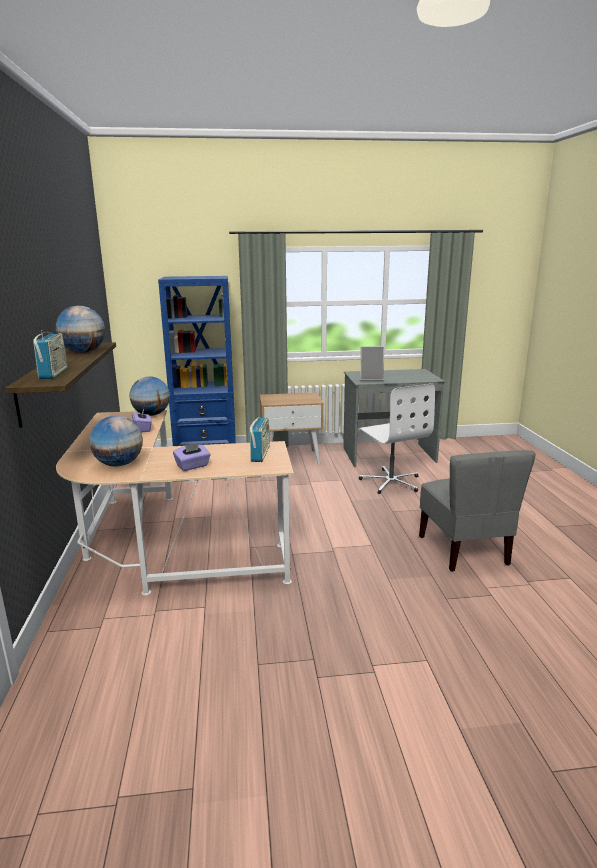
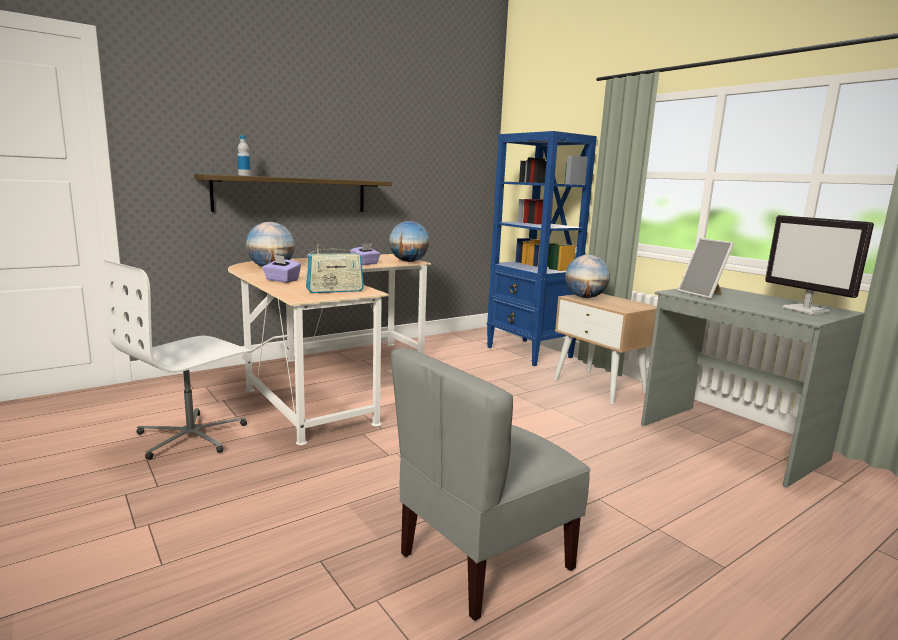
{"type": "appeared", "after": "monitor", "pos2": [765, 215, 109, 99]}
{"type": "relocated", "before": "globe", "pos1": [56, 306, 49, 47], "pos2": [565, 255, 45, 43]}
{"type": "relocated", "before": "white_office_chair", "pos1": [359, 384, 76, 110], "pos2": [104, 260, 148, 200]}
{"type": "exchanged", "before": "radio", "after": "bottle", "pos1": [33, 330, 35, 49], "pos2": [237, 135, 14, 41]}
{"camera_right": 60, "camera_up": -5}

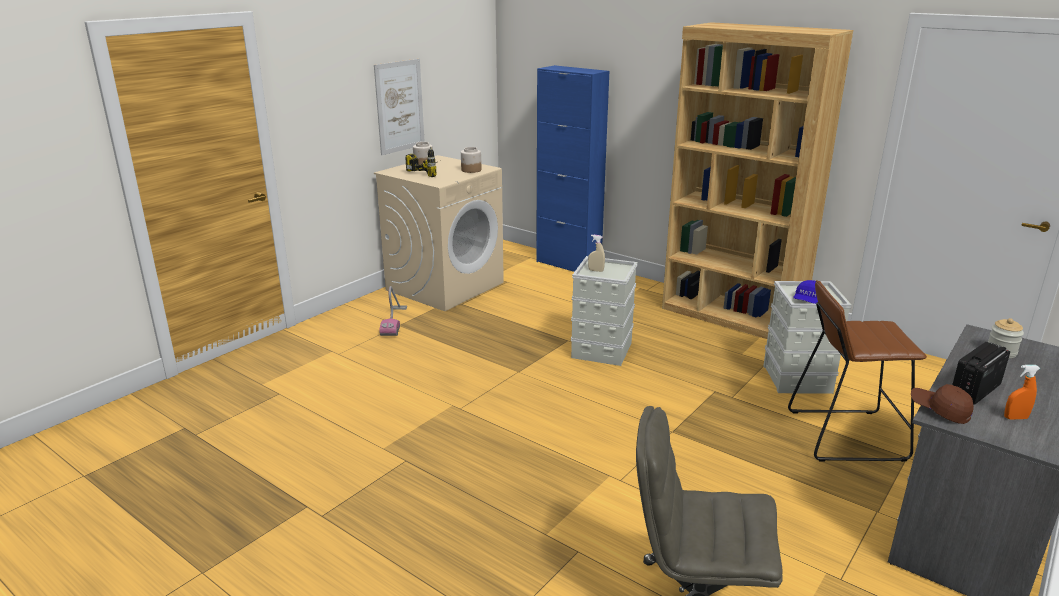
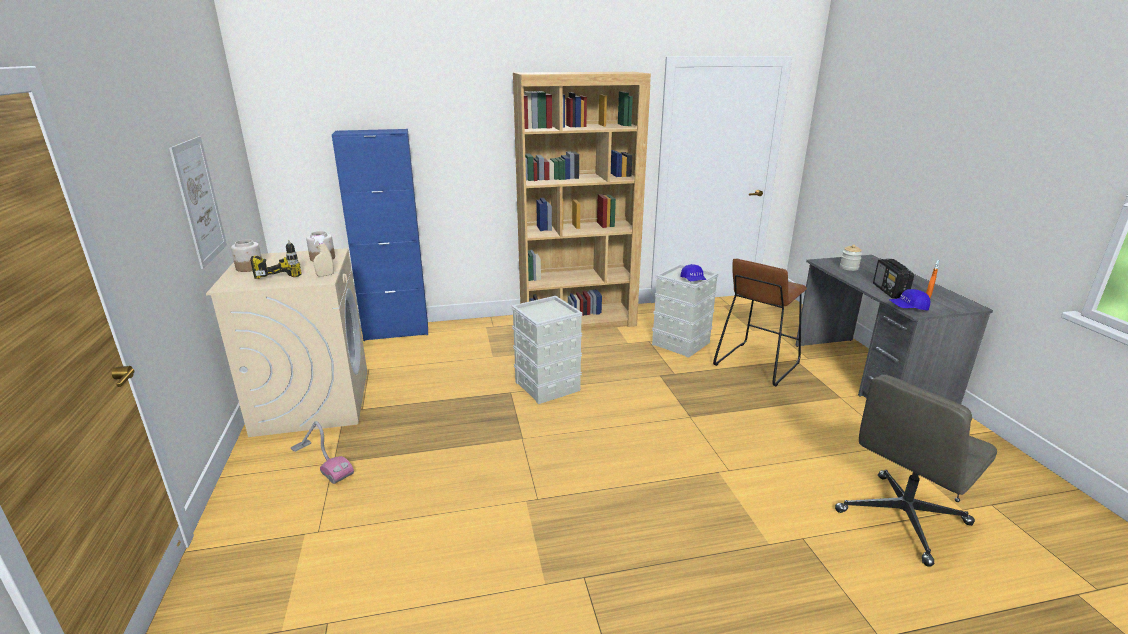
{"type": "relocated", "before": "beige_spray_bottle", "pos1": [588, 234, 17, 38], "pos2": [311, 235, 23, 42]}
{"type": "colour", "before": "brown_cap", "after": "blue_cap", "pos1": [911, 384, 63, 40], "pos2": [889, 289, 41, 22]}
{"camera_right": -50, "camera_up": 0}

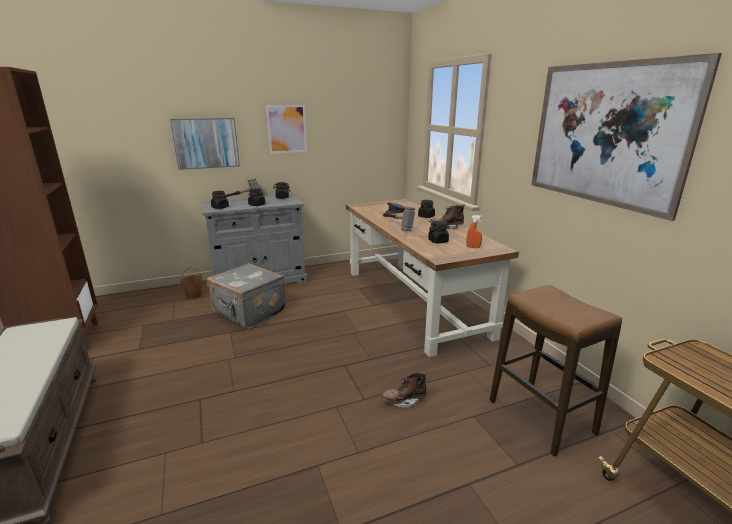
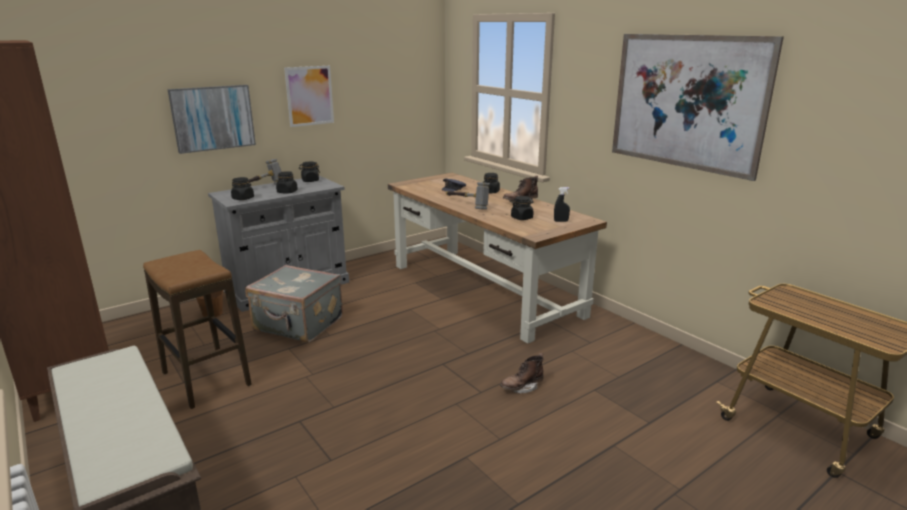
{"type": "relocated", "before": "stool", "pos1": [490, 285, 132, 172], "pos2": [143, 250, 109, 159]}
{"type": "colour", "before": "orange_spray_bottle", "after": "black_spray_bottle", "pos1": [466, 215, 16, 33], "pos2": [554, 187, 16, 35]}
{"camera_right": -15, "camera_up": 0}

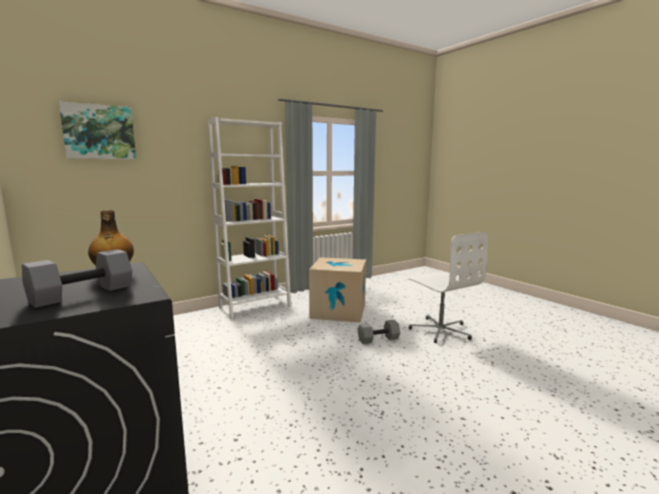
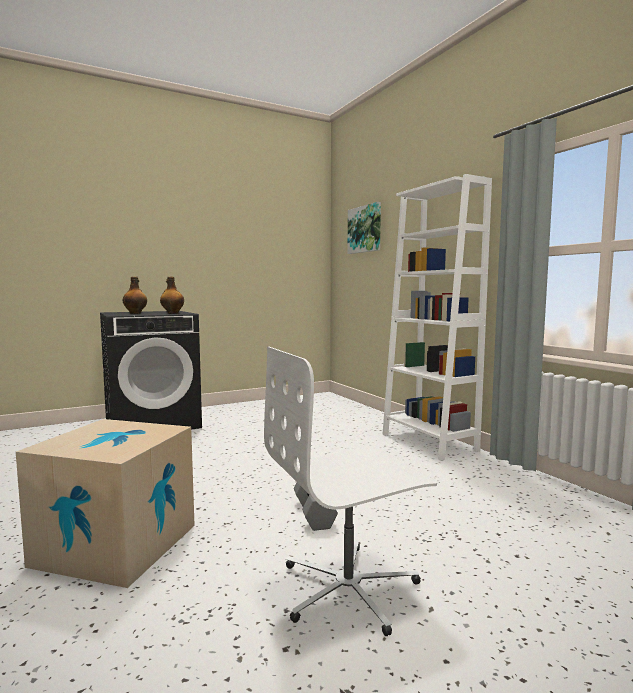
{"type": "relocated", "before": "cardboard_box", "pos1": [309, 257, 57, 66], "pos2": [16, 419, 179, 169]}
{"type": "exchanged", "before": "grey_dumbbell", "after": "bottle", "pos1": [22, 249, 110, 59], "pos2": [123, 277, 24, 37]}
{"camera_right": 95, "camera_up": -5}

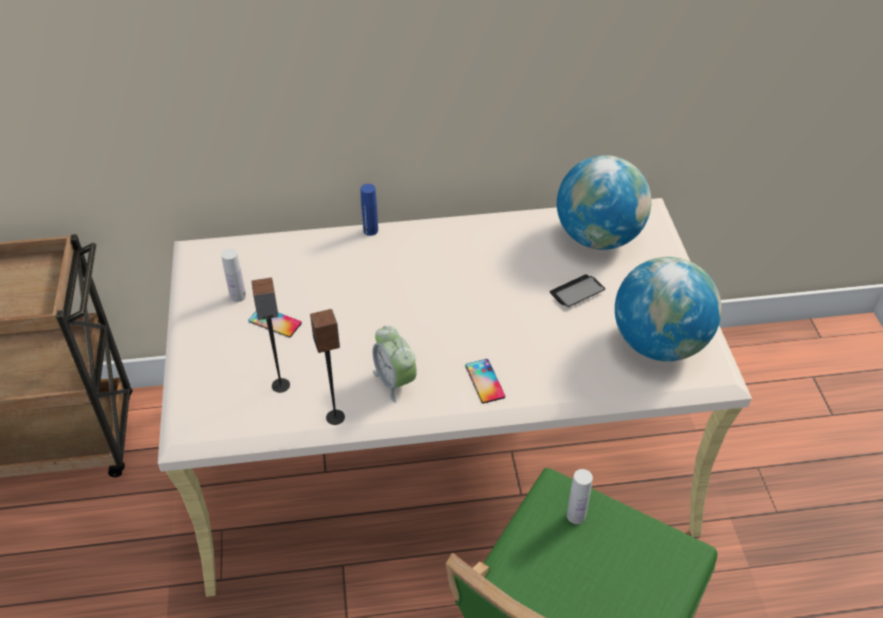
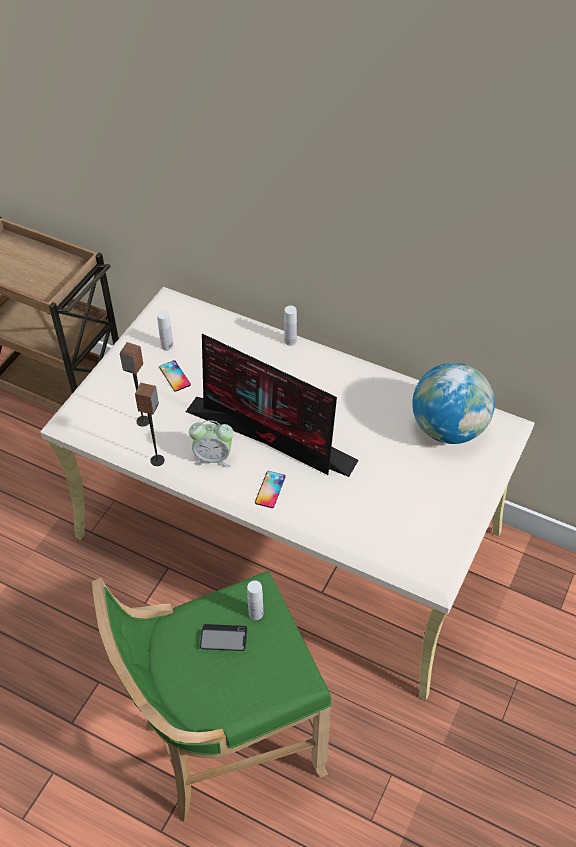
{"type": "missing", "before": "globe", "pos1": [615, 257, 107, 104]}
{"type": "appeared", "after": "monitor", "pos2": [186, 333, 173, 144]}
{"type": "relocated", "before": "phone", "pos1": [550, 275, 55, 32], "pos2": [200, 624, 47, 27]}
{"type": "colour", "before": "blue_bottle", "after": "white_bottle", "pos1": [361, 184, 17, 52], "pos2": [284, 306, 13, 40]}
{"type": "spun", "before": "alarm_clock", "pos1": [373, 325, 44, 78], "pos2": [189, 420, 45, 47], "turn": -90}
{"camera_right": 35, "camera_up": 5}

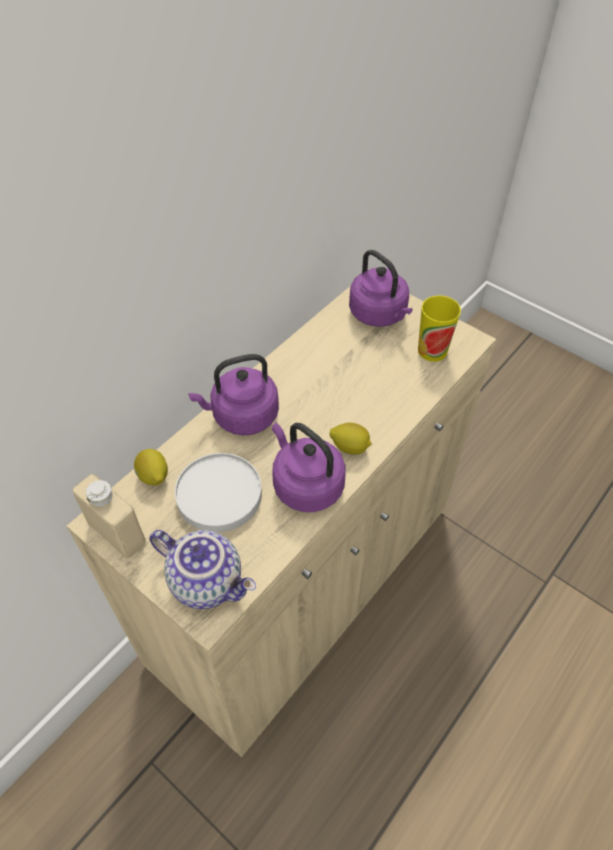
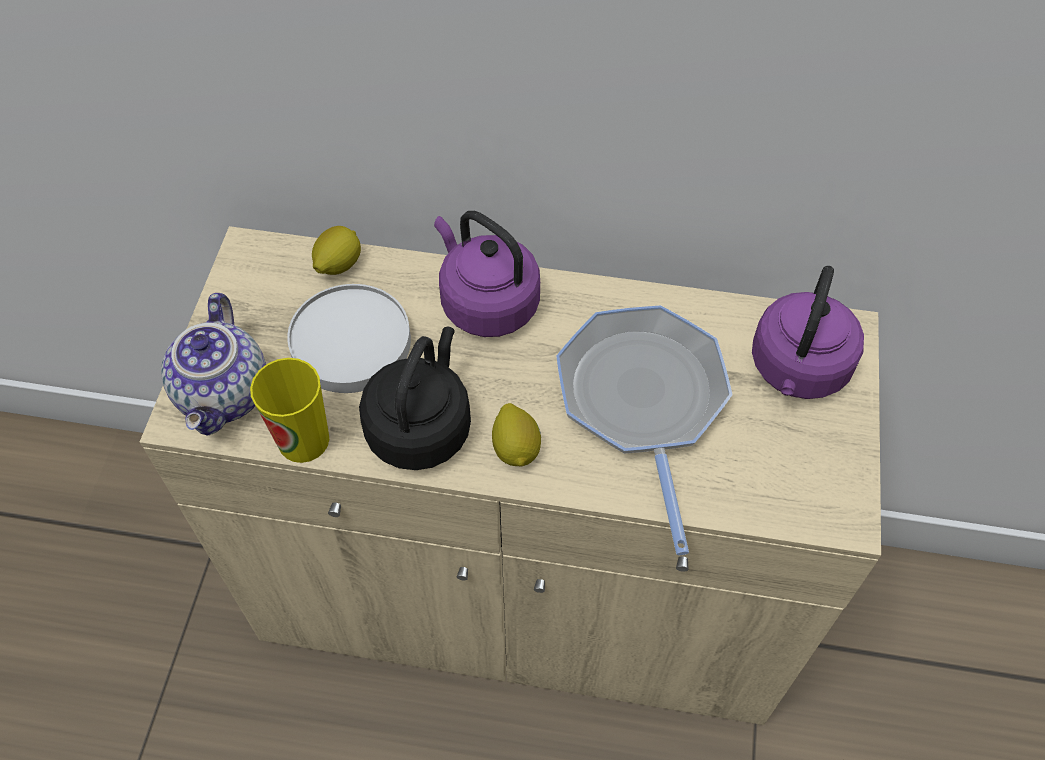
{"type": "missing", "before": "beige_bottle", "pos1": [72, 474, 74, 84]}
{"type": "appeared", "after": "frying_pan", "pos2": [556, 305, 177, 250]}
{"type": "relocated", "before": "cup", "pos1": [418, 296, 43, 66], "pos2": [250, 358, 79, 105]}
{"type": "colour", "before": "purple_kettle", "after": "black_kettle", "pos1": [272, 422, 74, 90], "pos2": [359, 327, 112, 143]}
{"camera_right": 60, "camera_up": 5}

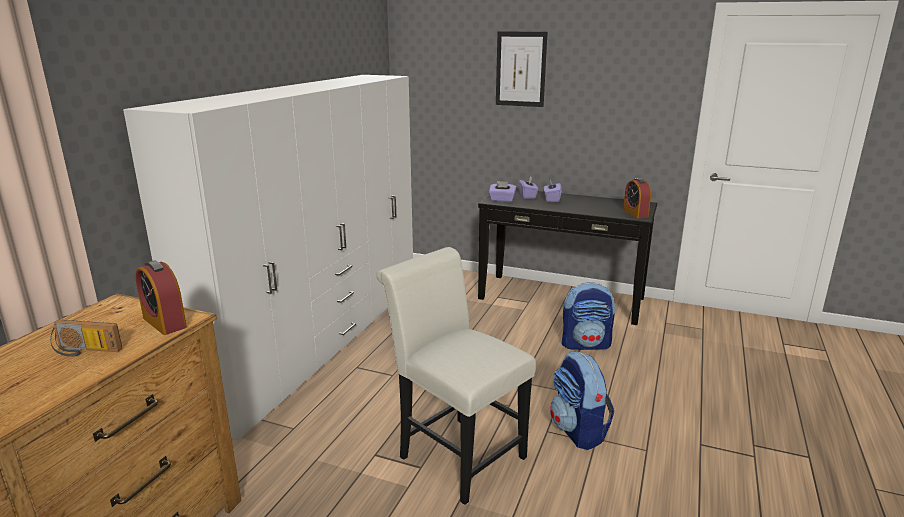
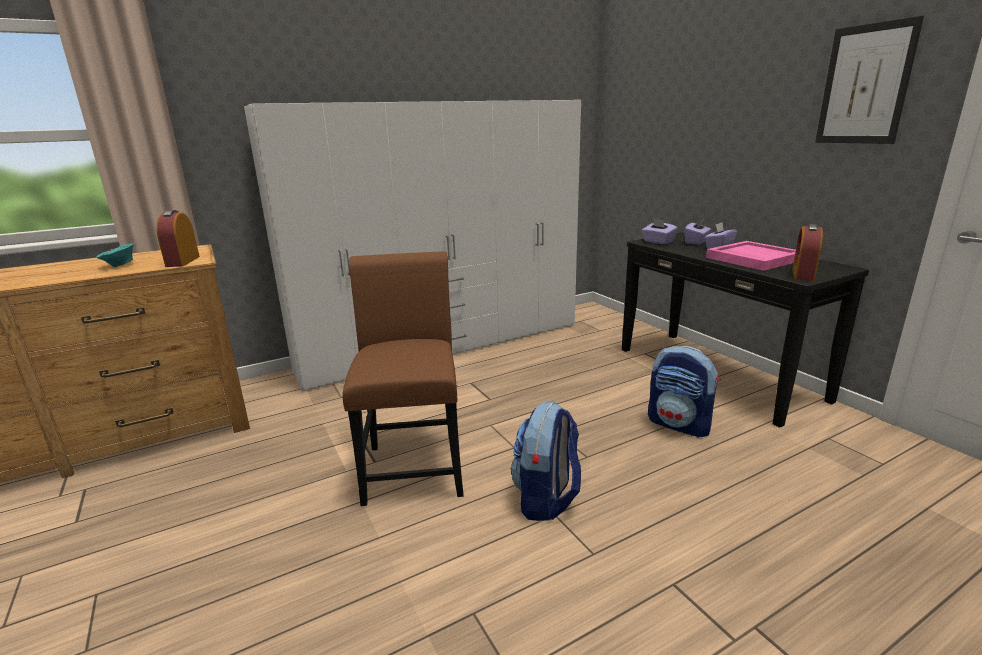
{"type": "appeared", "after": "pink_tray", "pos2": [706, 241, 90, 30]}
{"type": "relocated", "before": "picture", "pos1": [496, 32, 52, 75], "pos2": [815, 16, 109, 128]}
{"type": "exchanged", "before": "radio", "after": "turquoise_bowl", "pos1": [51, 320, 71, 37], "pos2": [96, 243, 38, 24]}
{"type": "colour", "before": "white_chair", "after": "brown_chair", "pos1": [376, 247, 160, 258], "pos2": [342, 251, 122, 255]}
{"camera_right": 40, "camera_up": 0}

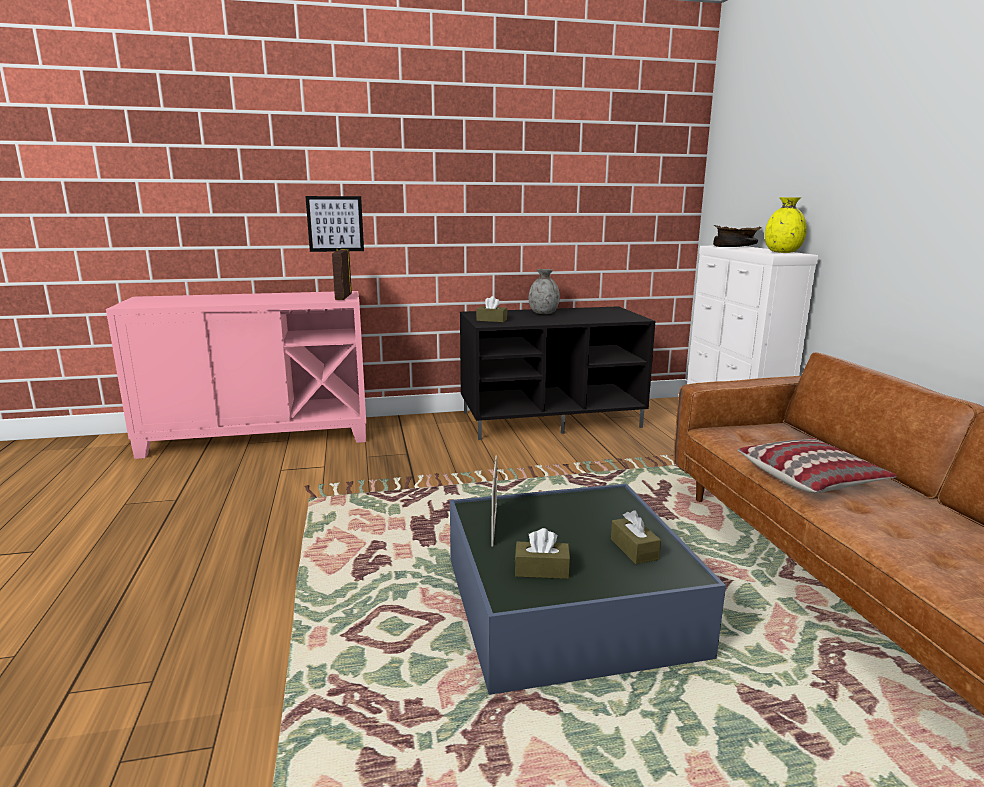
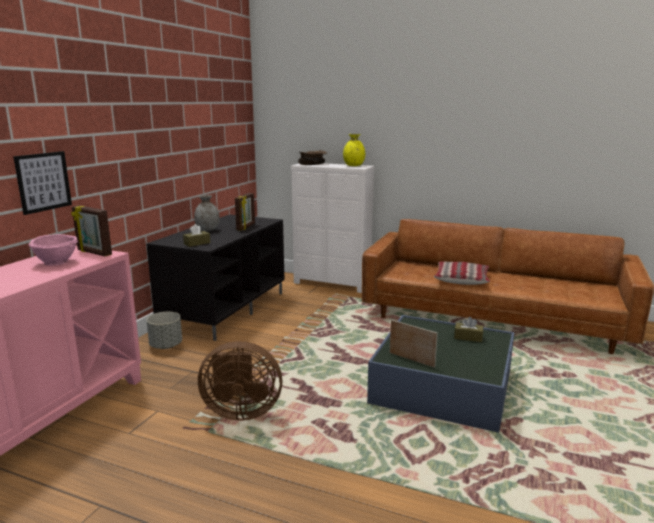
{"type": "missing", "before": "brown_tissue_box", "pos1": [515, 528, 55, 51]}
{"type": "appeared", "after": "pink_bowl", "pos2": [28, 234, 50, 32]}
{"type": "appeared", "after": "grey_planter", "pos2": [146, 312, 36, 37]}
{"type": "appeared", "after": "brown_fan", "pos2": [198, 341, 84, 80]}
{"type": "appeared", "after": "picture_frame", "pos2": [235, 193, 20, 38]}
{"camera_right": -55, "camera_up": 0}

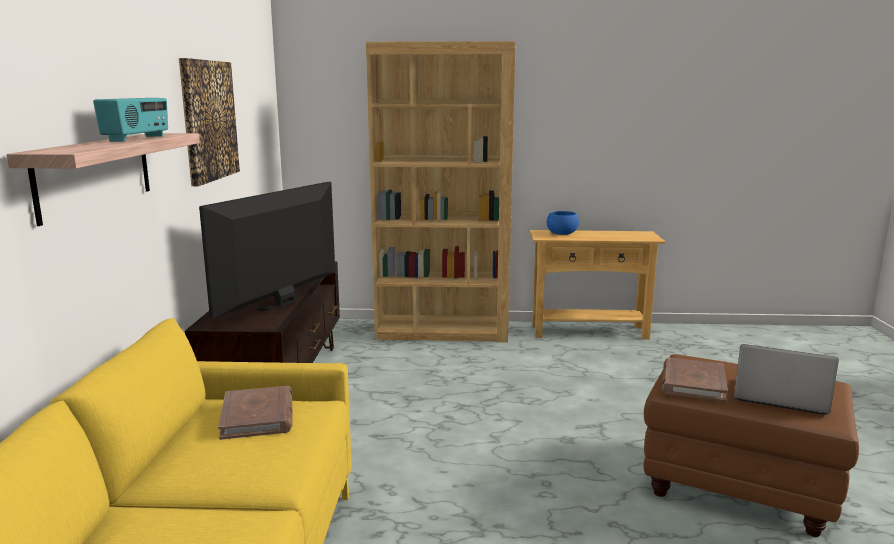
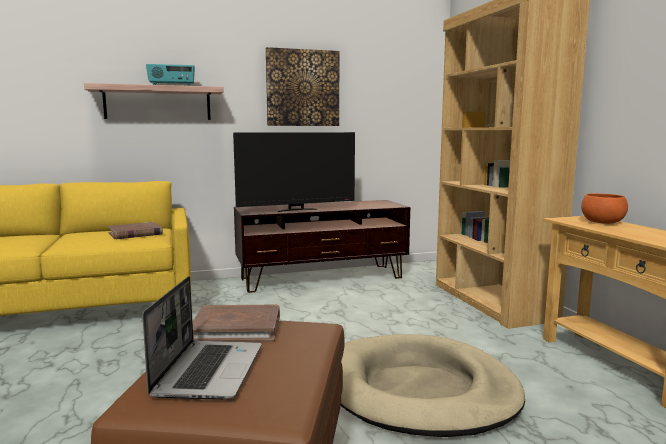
{"type": "appeared", "after": "beige_dog_bed", "pos2": [341, 334, 184, 103]}
{"type": "colour", "before": "blue_bowl", "after": "orange_bowl", "pos1": [547, 211, 32, 24], "pos2": [581, 193, 47, 31]}
{"type": "spun", "before": "television", "pos1": [199, 182, 136, 137], "pos2": [233, 132, 122, 80], "turn": 150}
{"camera_right": 70, "camera_up": -5}

